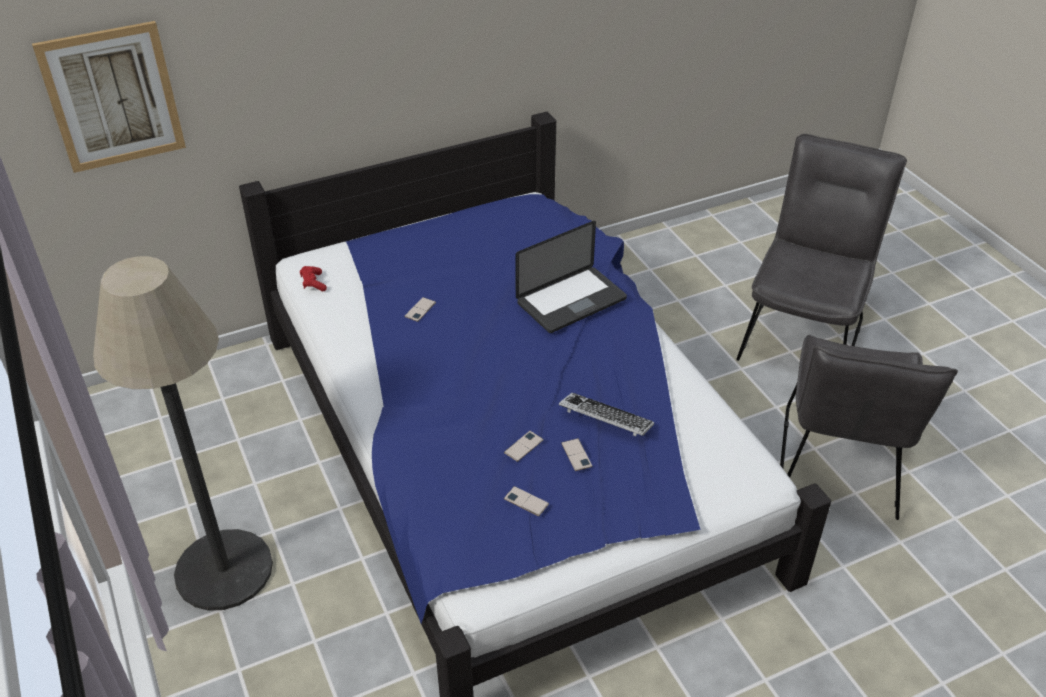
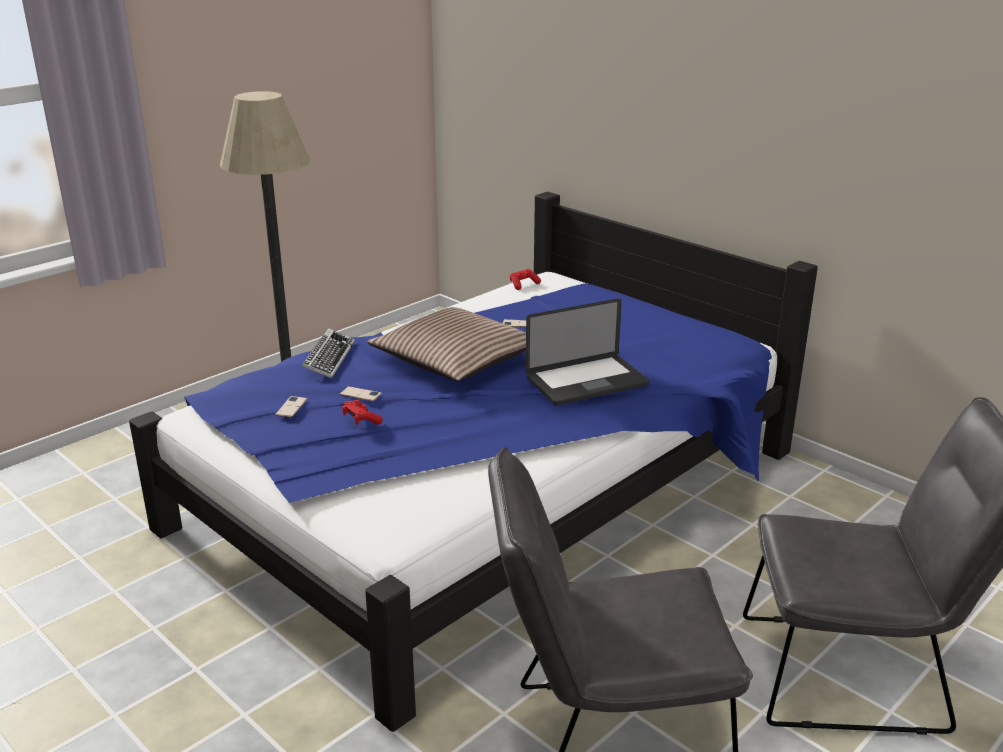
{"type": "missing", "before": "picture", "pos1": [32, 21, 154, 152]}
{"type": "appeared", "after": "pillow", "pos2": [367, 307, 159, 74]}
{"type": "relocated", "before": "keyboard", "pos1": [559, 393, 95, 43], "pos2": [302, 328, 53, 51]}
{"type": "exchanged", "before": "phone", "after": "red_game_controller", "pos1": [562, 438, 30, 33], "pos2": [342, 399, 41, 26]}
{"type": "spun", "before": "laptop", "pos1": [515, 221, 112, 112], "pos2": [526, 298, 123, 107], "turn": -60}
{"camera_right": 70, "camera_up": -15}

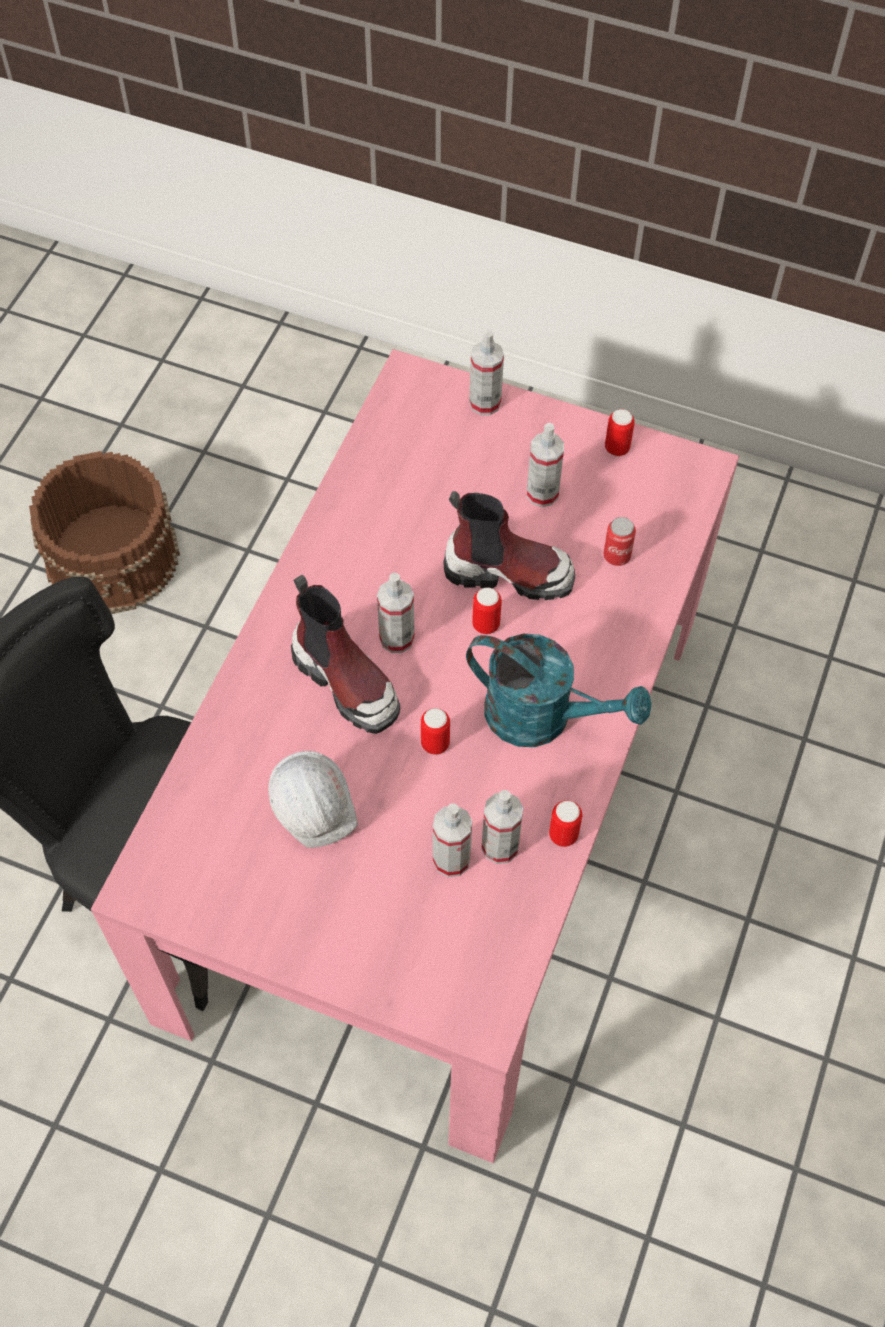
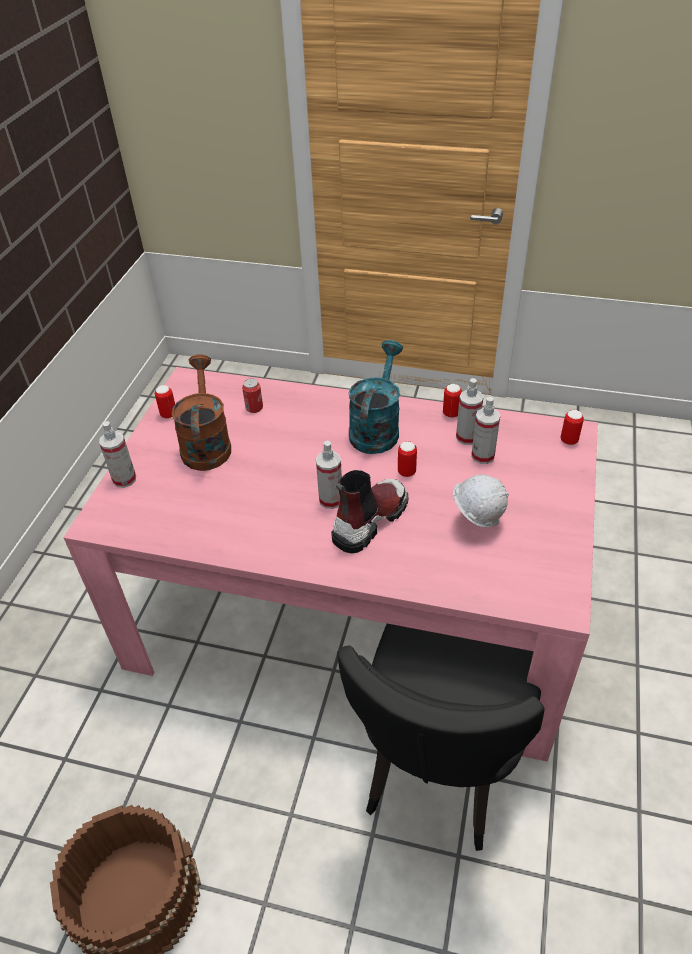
{"type": "missing", "before": "boot", "pos1": [443, 491, 132, 109]}
{"type": "relocated", "before": "can", "pos1": [472, 587, 30, 47], "pos2": [561, 410, 23, 35]}
{"type": "exchanged", "before": "spray_bottle", "after": "brown_watering_can", "pos1": [527, 423, 37, 84], "pos2": [172, 354, 59, 117]}
{"camera_right": -95, "camera_up": -15}

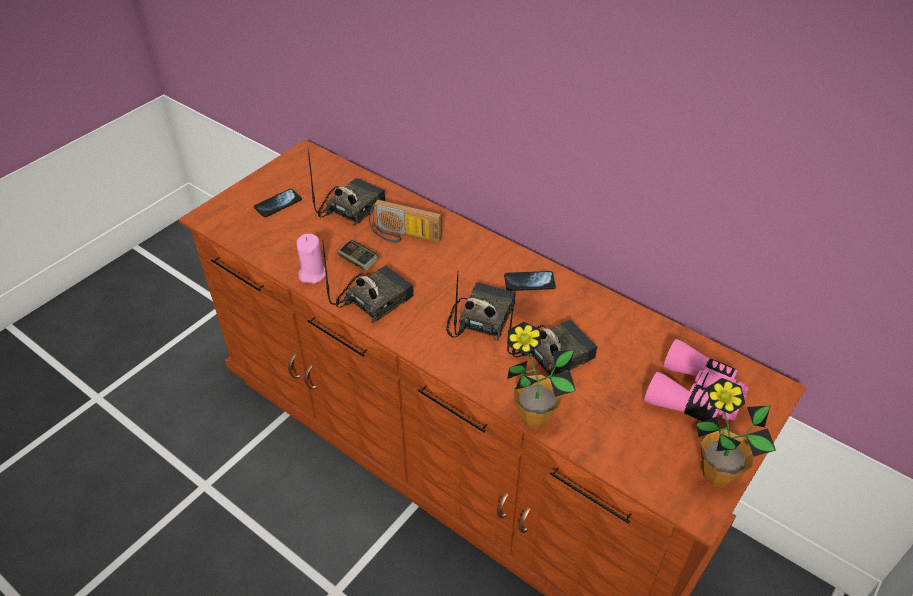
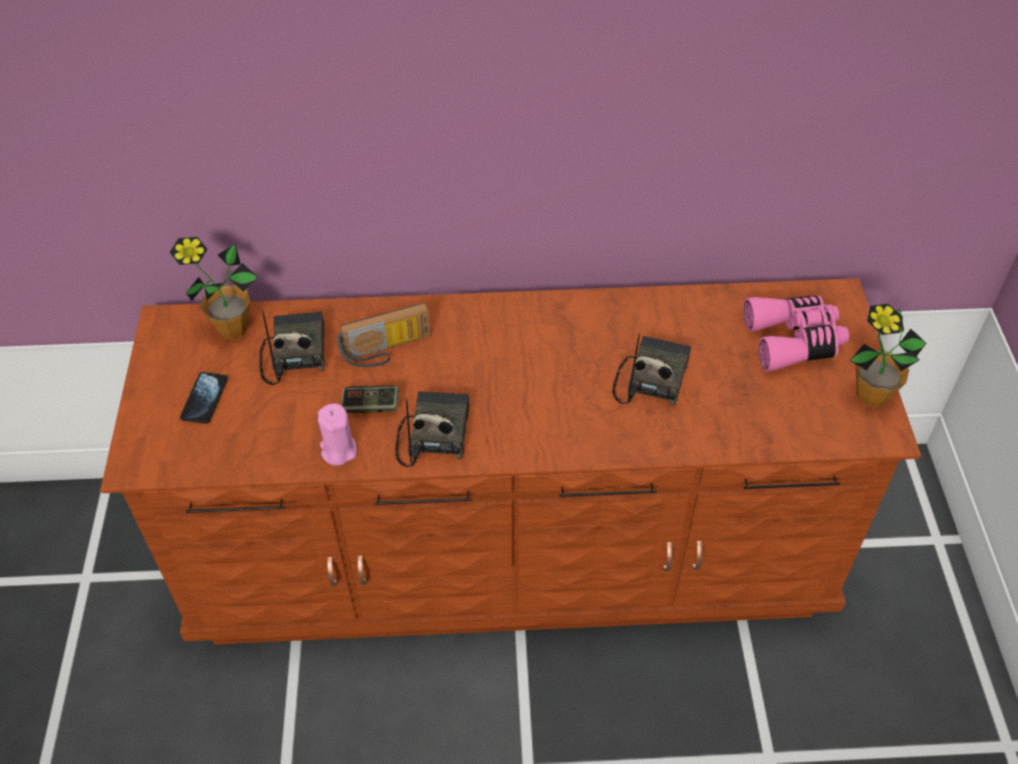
{"type": "missing", "before": "radio", "pos1": [446, 271, 70, 70]}
{"type": "missing", "before": "phone", "pos1": [504, 271, 52, 20]}
{"type": "relocated", "before": "potted_plant", "pos1": [507, 322, 69, 107], "pos2": [170, 237, 88, 103]}
{"camera_right": -40, "camera_up": 5}

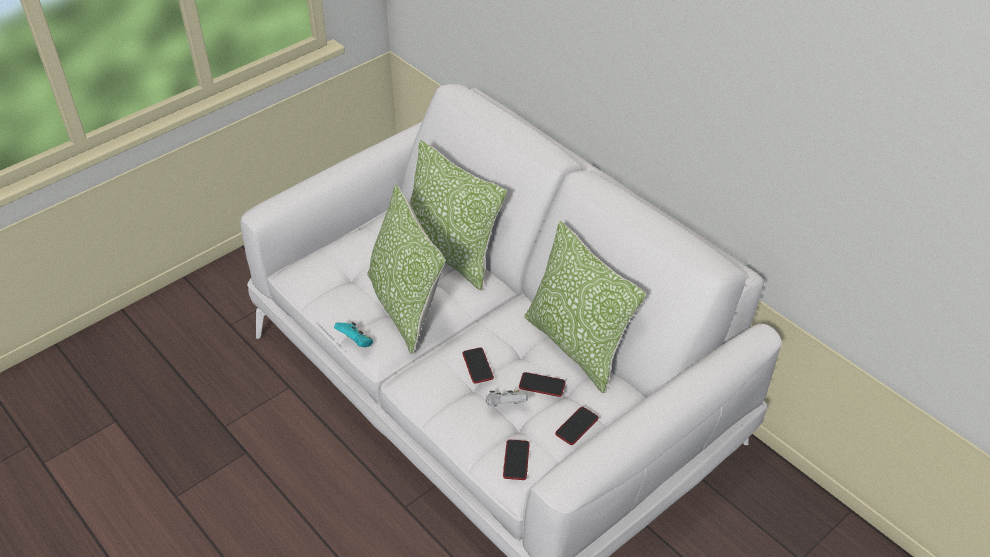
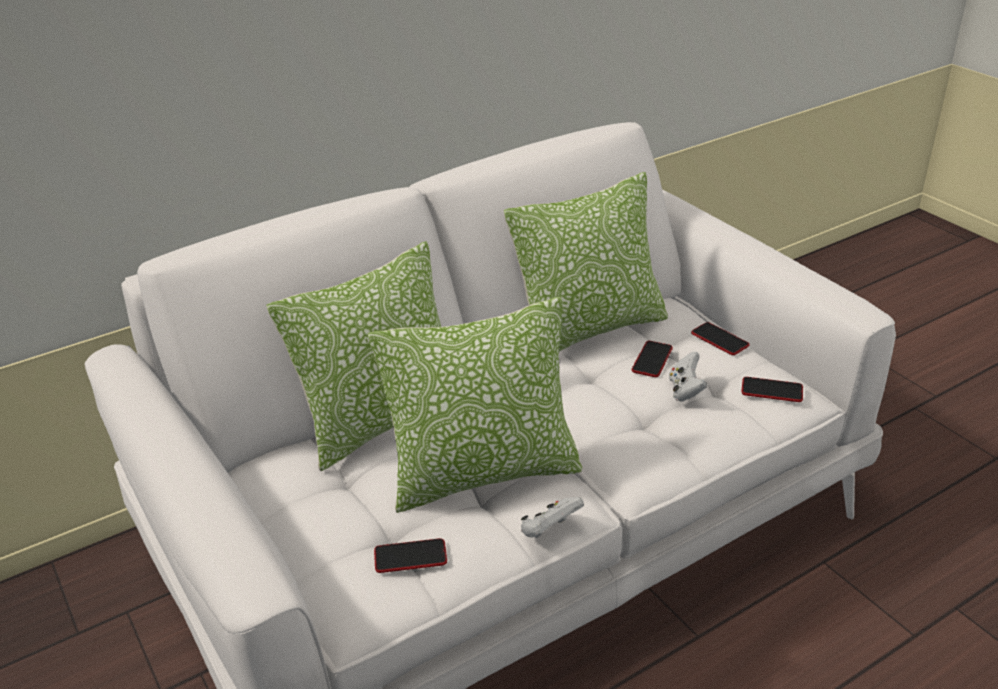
{"type": "relocated", "before": "phone", "pos1": [462, 347, 32, 37], "pos2": [374, 538, 73, 35]}
{"type": "colour", "before": "turquoise_game_controller", "after": "white_game_controller", "pos1": [334, 322, 39, 25], "pos2": [521, 497, 63, 41]}
{"camera_right": -80, "camera_up": -10}

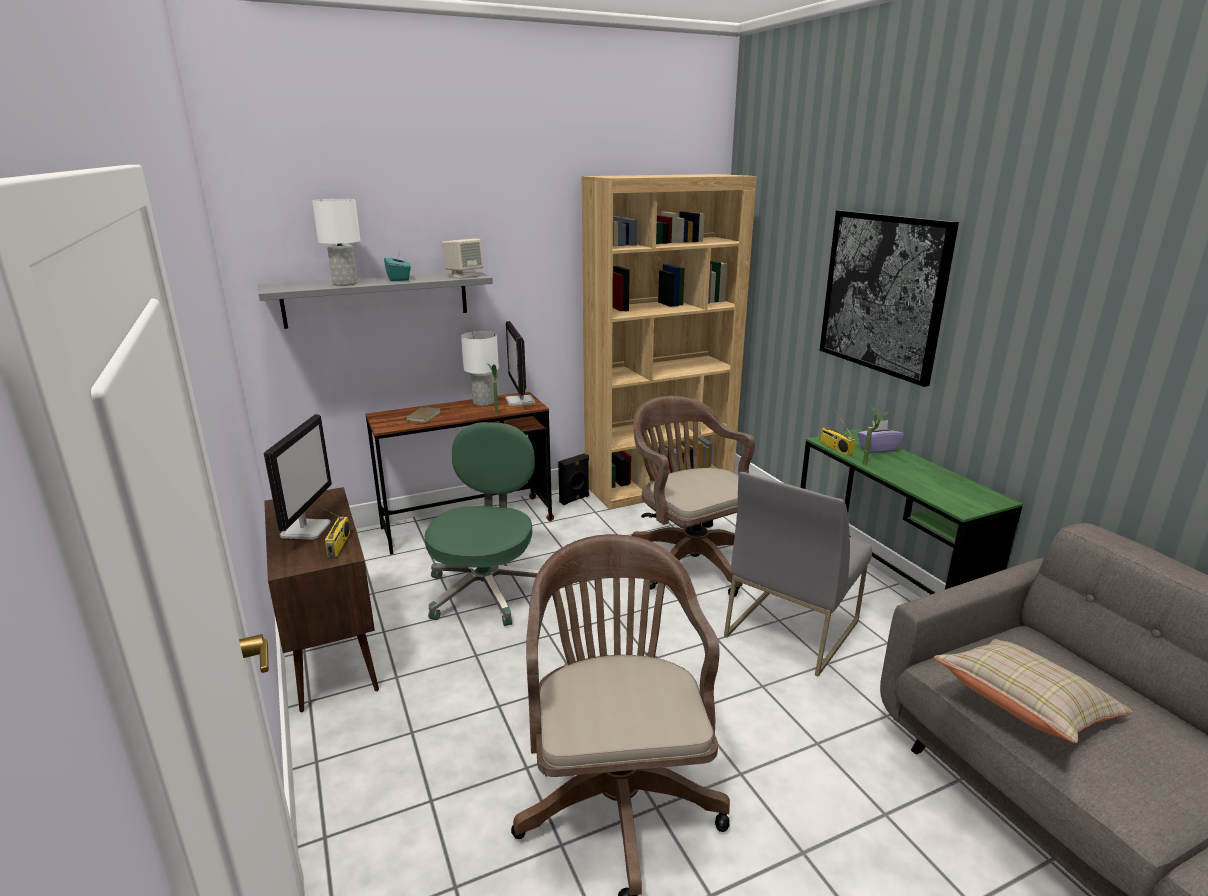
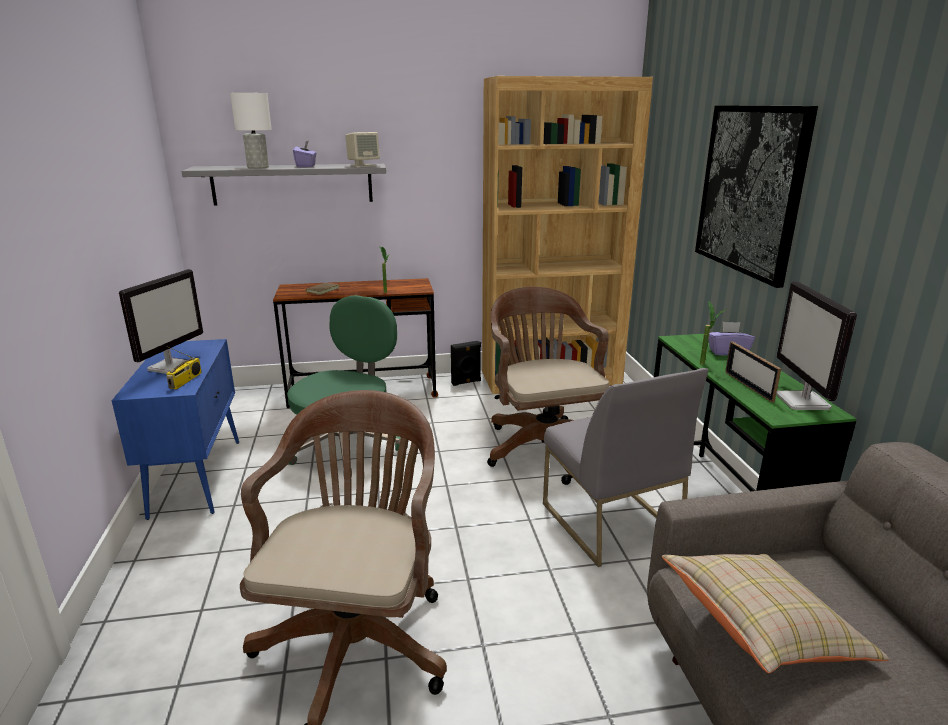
{"type": "missing", "before": "white_table_lamp", "pos1": [461, 331, 38, 75]}
{"type": "missing", "before": "radio", "pos1": [820, 407, 35, 49]}
{"type": "appeared", "after": "picture_frame", "pos2": [725, 341, 56, 62]}
{"type": "relocated", "before": "monitor", "pos1": [505, 321, 30, 85], "pos2": [776, 281, 81, 129]}
{"type": "colour", "before": "brown_cabinet", "after": "blue_cabinet", "pos1": [264, 487, 115, 225], "pos2": [112, 339, 127, 181]}
{"type": "colour", "before": "turquoise_tissue_box", "after": "purple_tissue_box", "pos1": [384, 251, 27, 30], "pos2": [293, 141, 24, 26]}
{"type": "spun", "before": "grey_chair", "pos1": [724, 472, 148, 204], "pos2": [543, 368, 165, 199], "turn": -75}
{"camera_right": 15, "camera_up": 0}

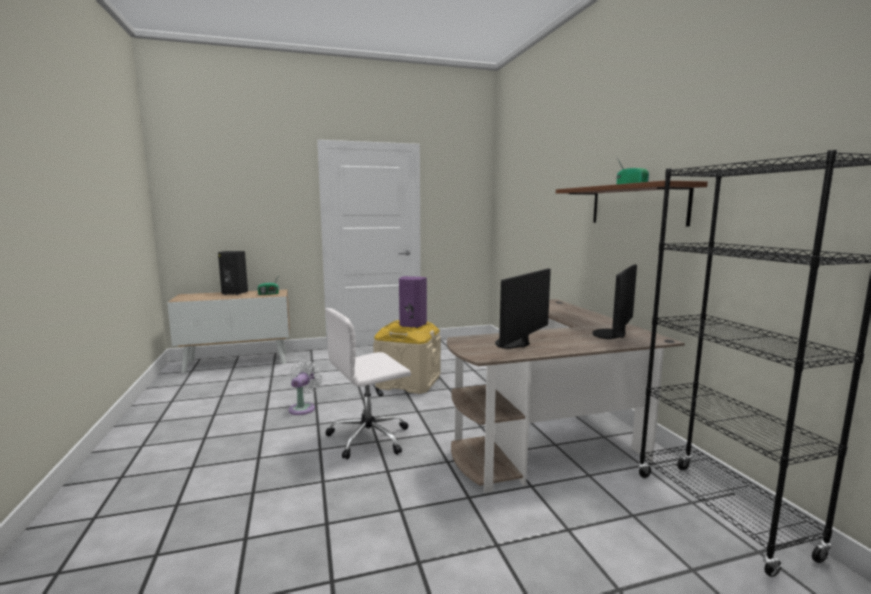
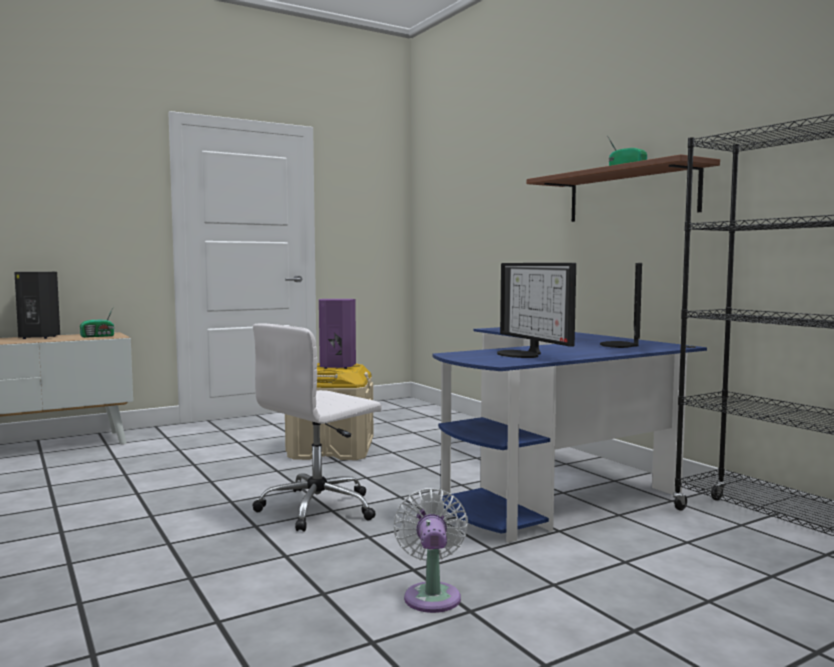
{"type": "relocated", "before": "white_fan", "pos1": [289, 360, 33, 55], "pos2": [393, 488, 75, 125]}
{"type": "colour", "before": "brown_desk", "after": "blue_desk", "pos1": [447, 299, 238, 194], "pos2": [432, 327, 275, 216]}
{"type": "spun", "before": "monitor", "pos1": [495, 269, 56, 80], "pos2": [497, 263, 79, 95], "turn": -45}
{"camera_right": -15, "camera_up": -5}

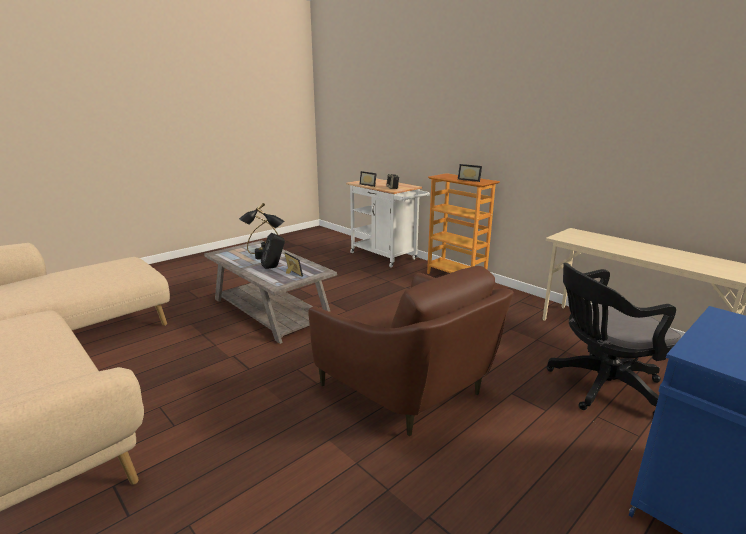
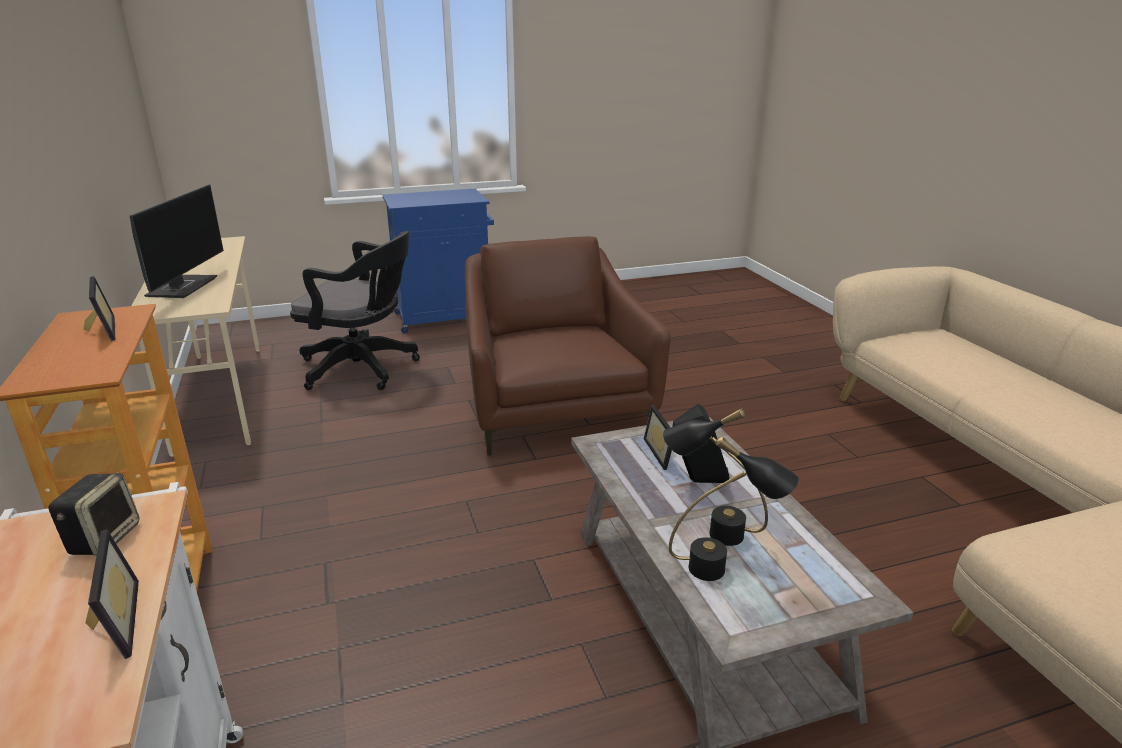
{"type": "appeared", "after": "monitor", "pos2": [130, 185, 94, 113]}
{"camera_right": -155, "camera_up": 5}

